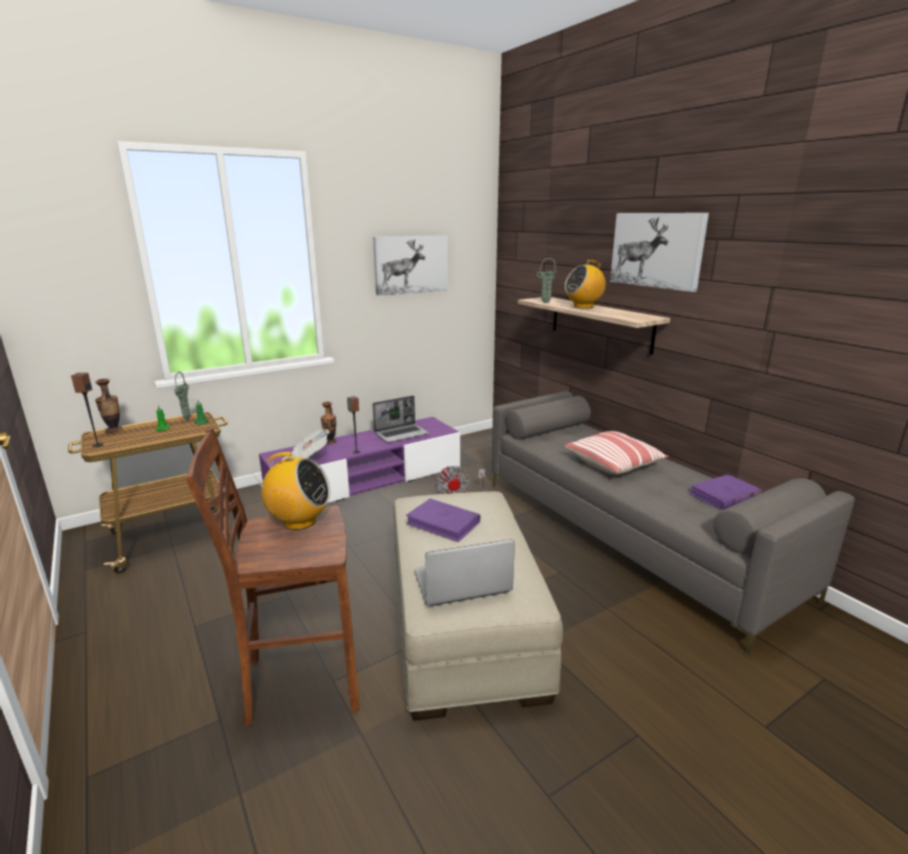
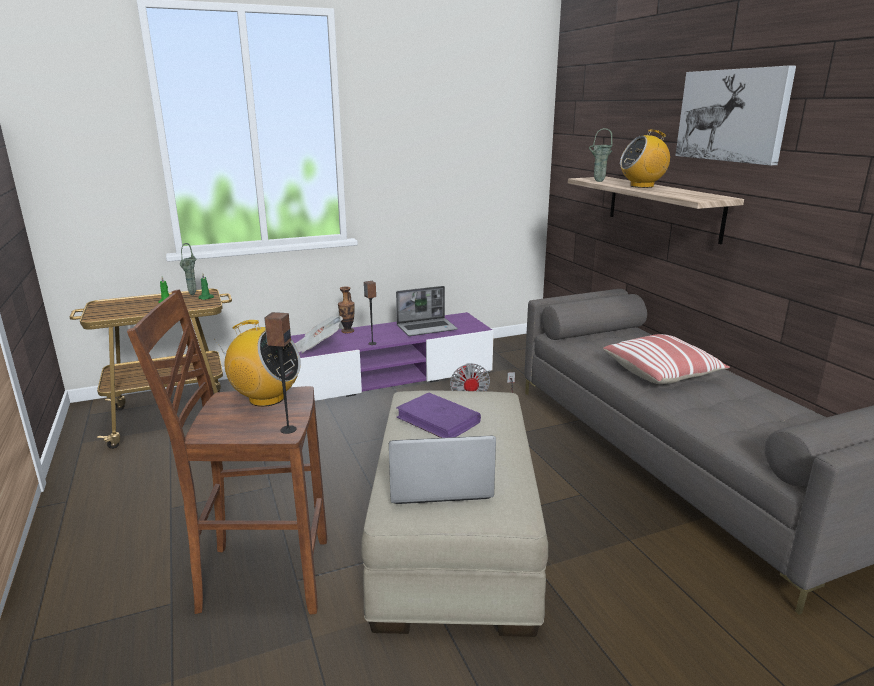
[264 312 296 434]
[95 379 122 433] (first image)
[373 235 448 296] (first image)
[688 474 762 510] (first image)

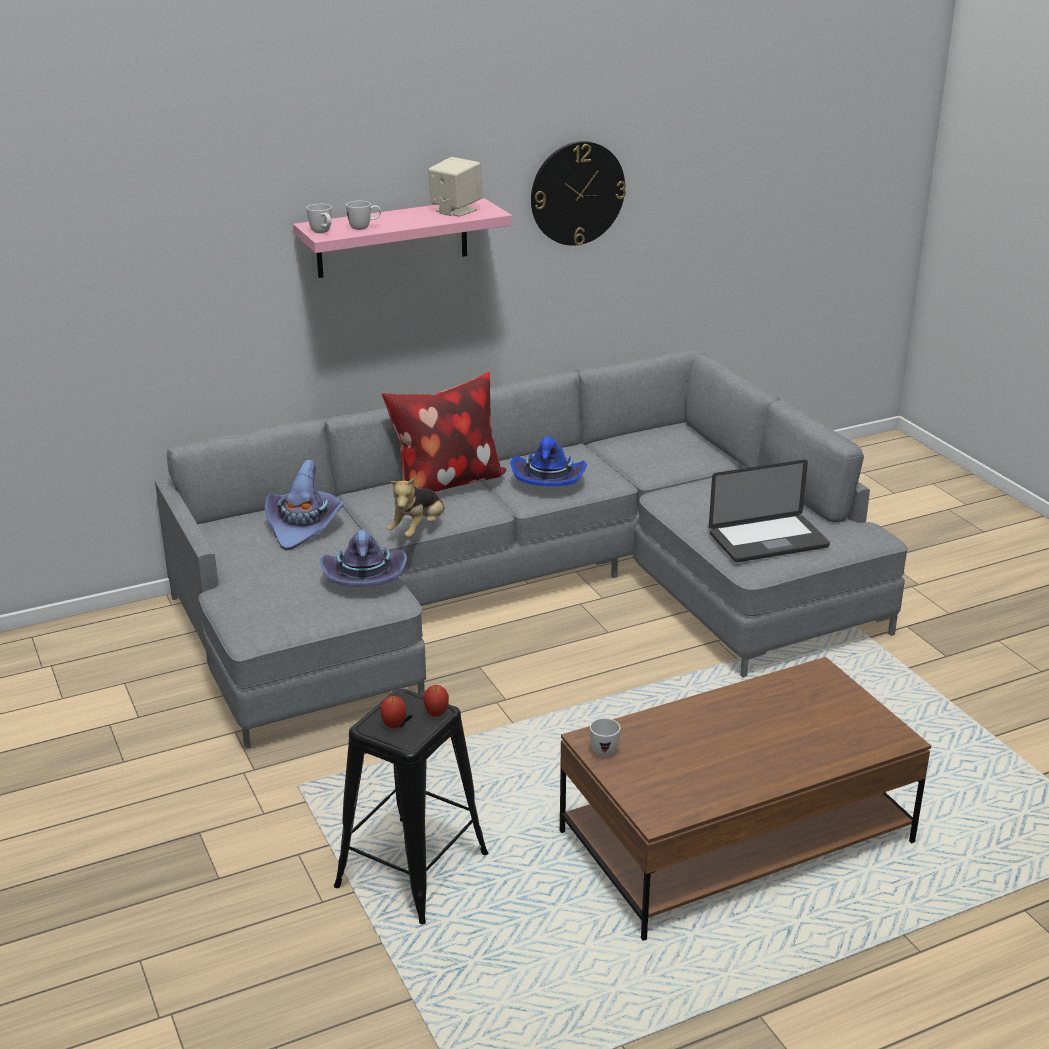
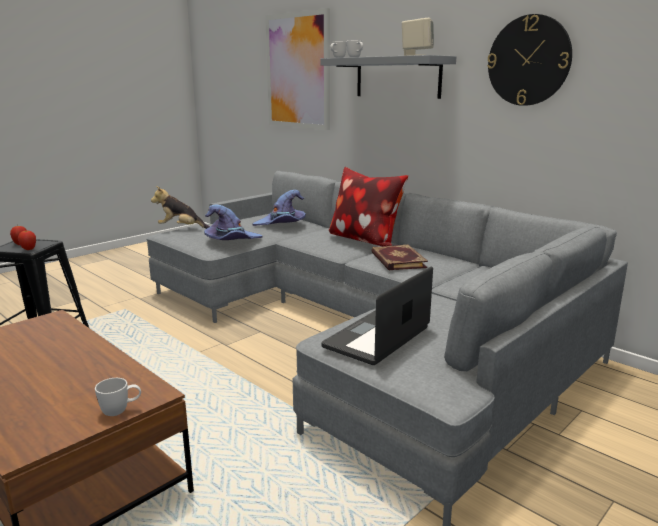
[95 378 141 416]
[151 186 210 229]
[265 8 330 130]
[321 55 456 99]
[321 266 433 365]
[371 245 428 271]

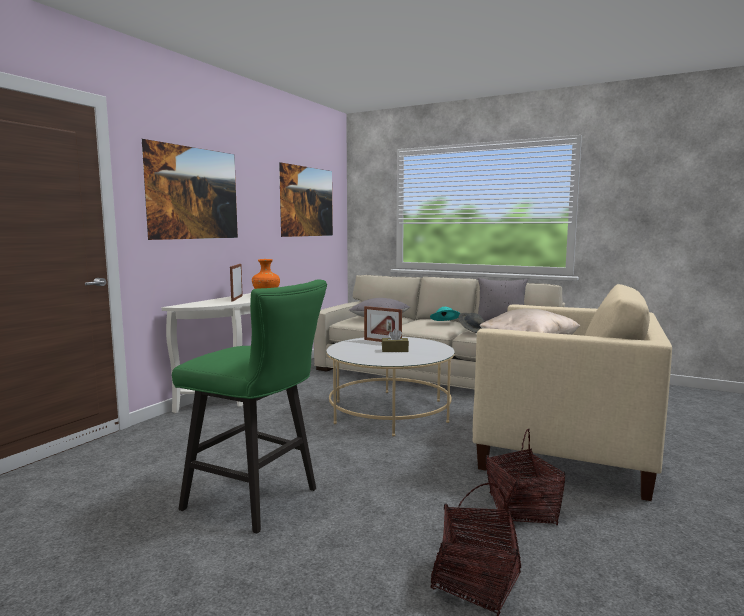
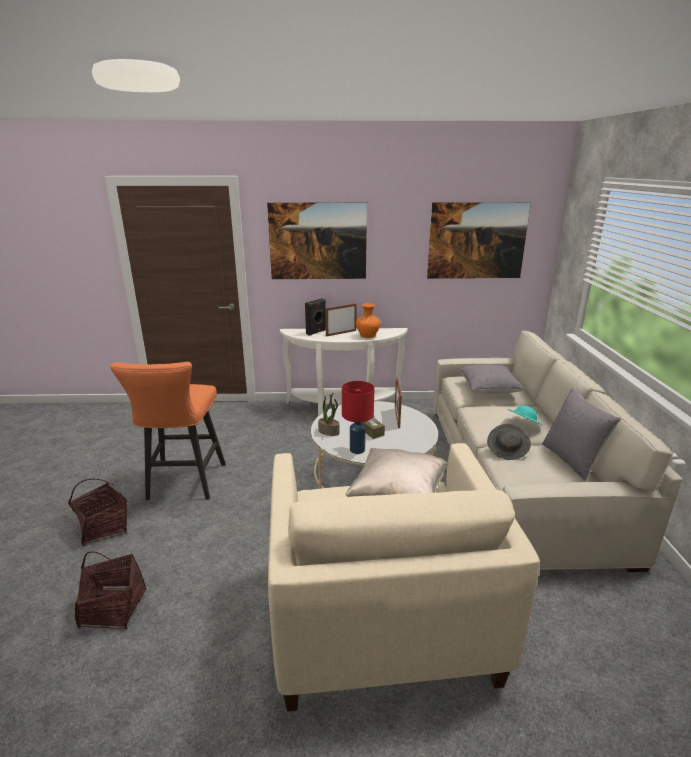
[68 479 127 546]
[110 362 226 500]
[305 298 326 336]
[318 393 340 436]
[342 381 374 454]

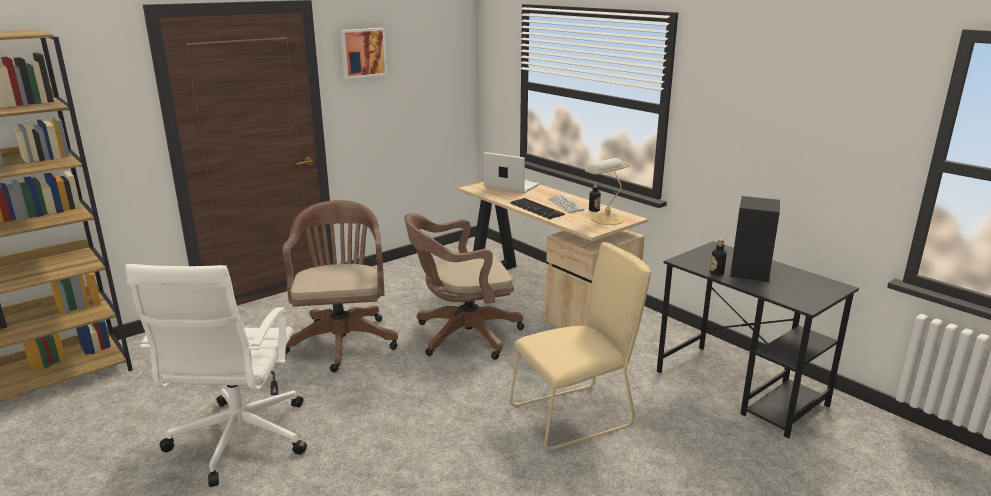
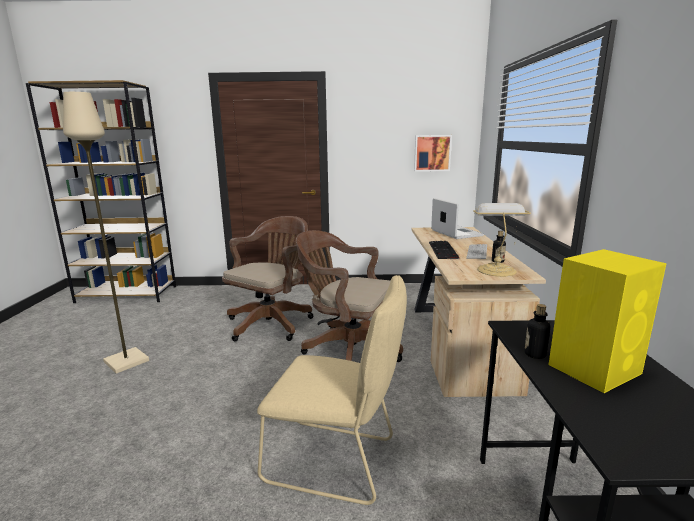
[63 92 149 374]
[414 135 452 172]
[548 249 667 393]

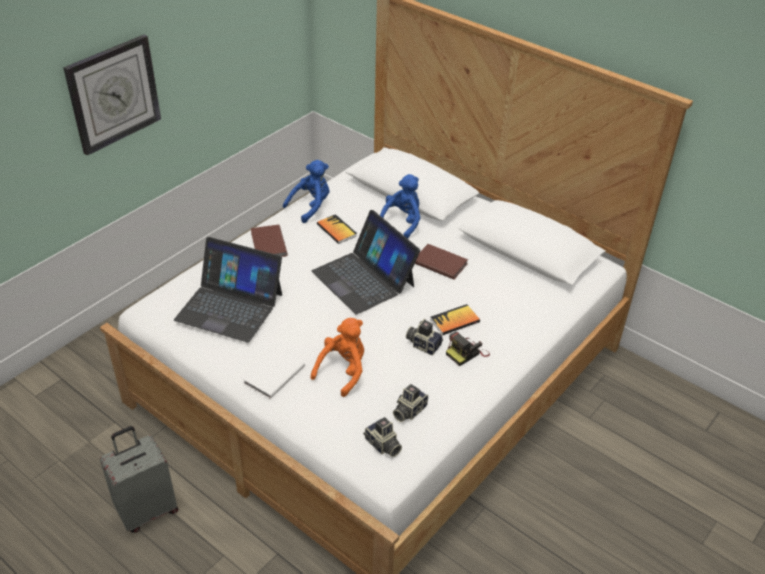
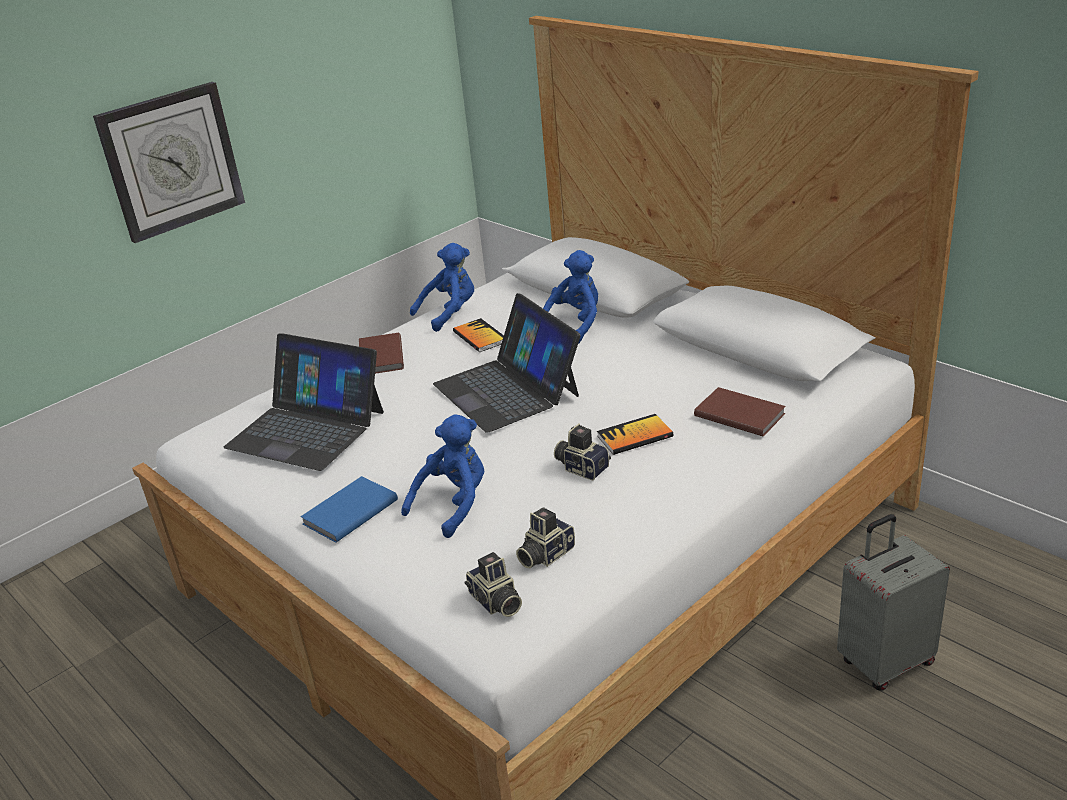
[300 476 398 543]
[401 414 484 538]
[694 387 786 437]
[837 514 950 690]
[446 332 490 366] (first image)

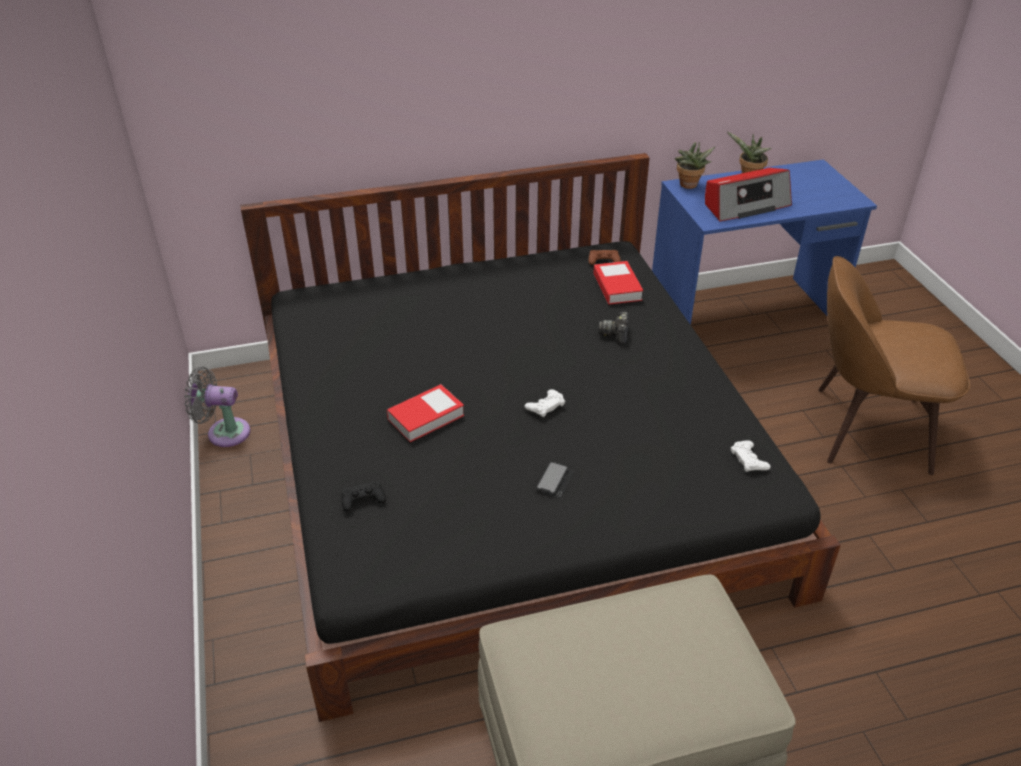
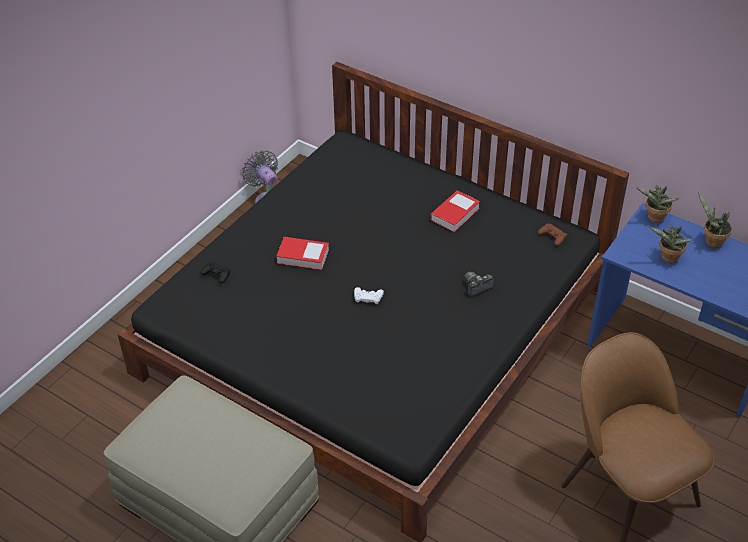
[431 190 480 232]
[650 224 694 263]
[536 462 574 498] (first image)
[731 440 770 472] (first image)

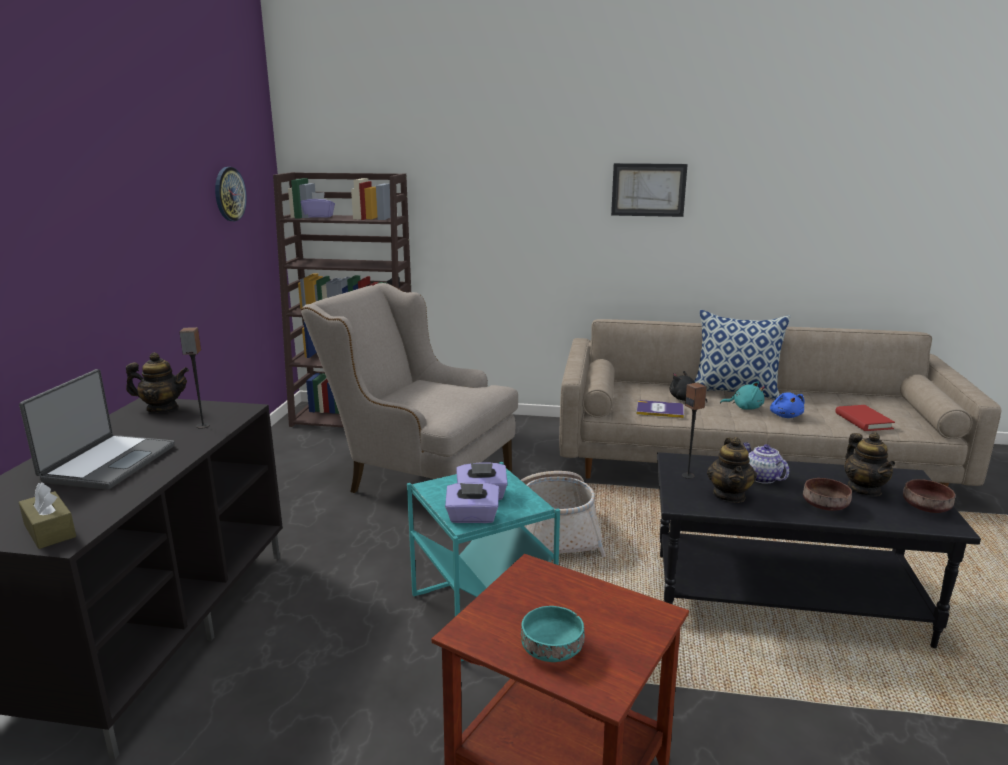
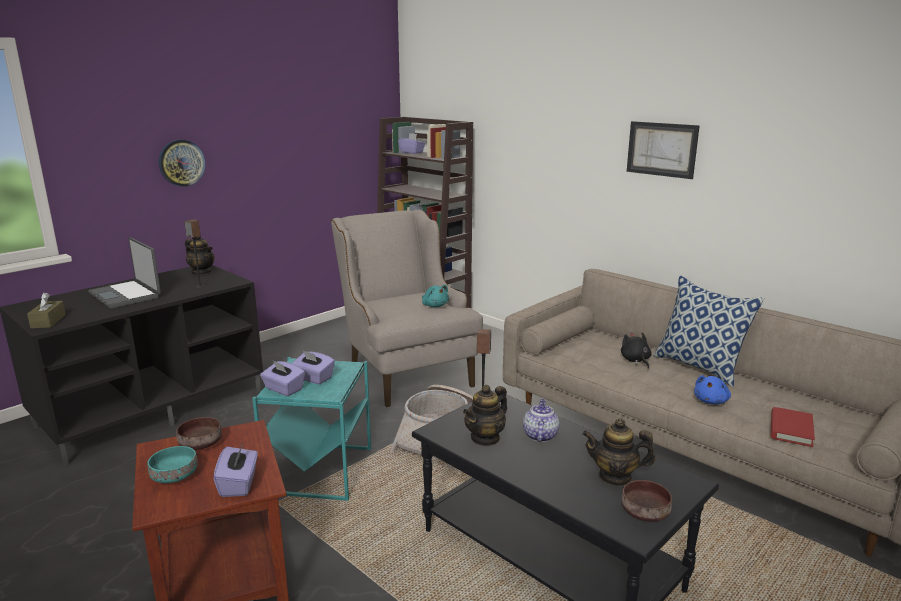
[88 237 161 309]
[159 139 206 187]
[176 417 222 450]
[213 444 258 497]
[422 285 449 307]
[582 419 655 486]
[637 400 684 418] (first image)

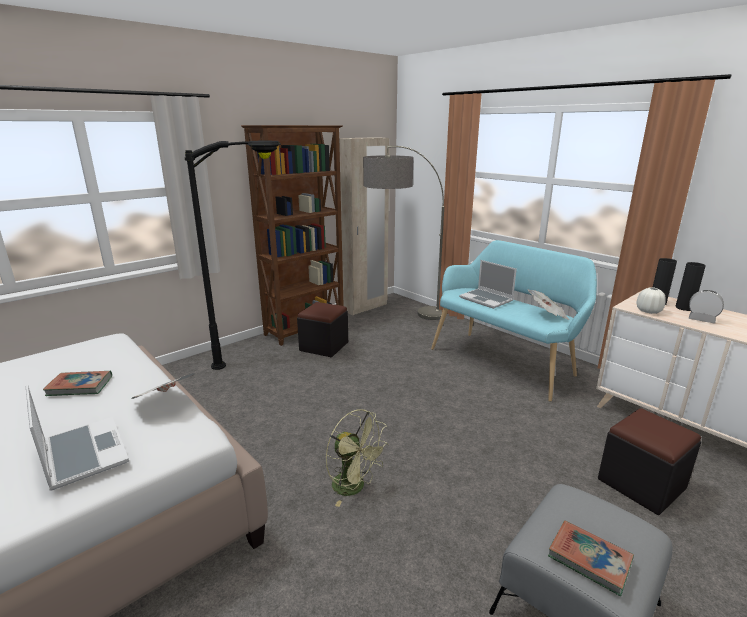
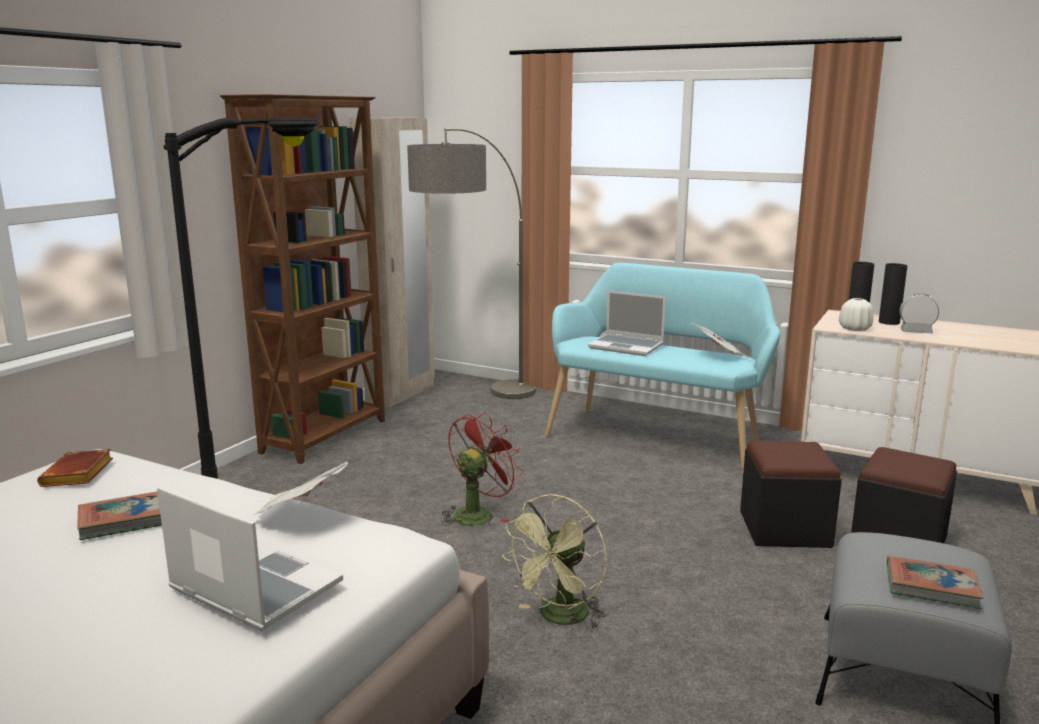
[37 449 113 487]
[442 412 524 526]
[501 494 607 629]
[740 441 842 548]

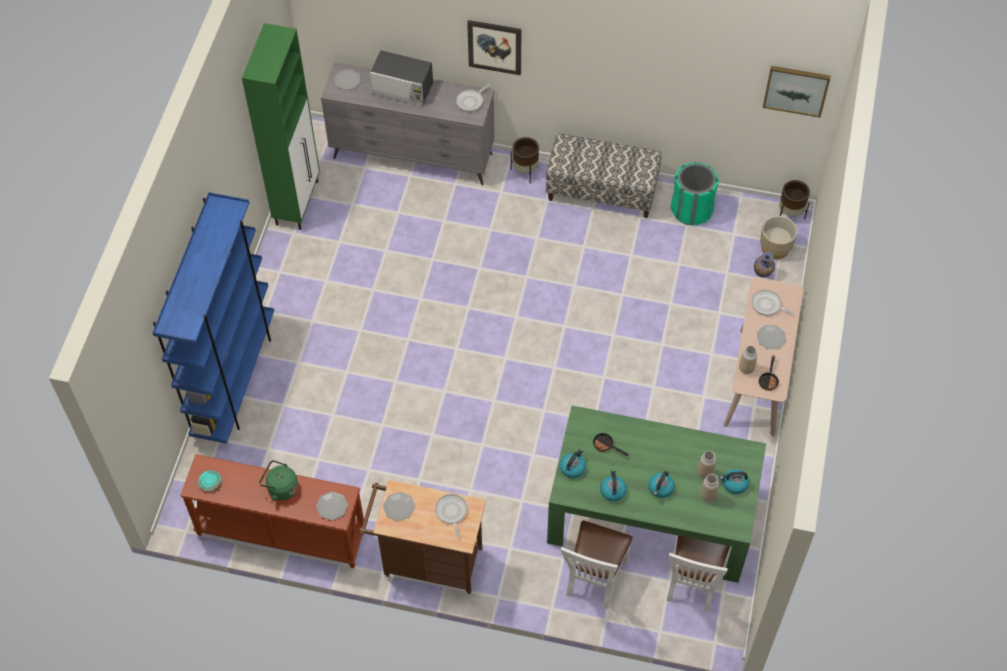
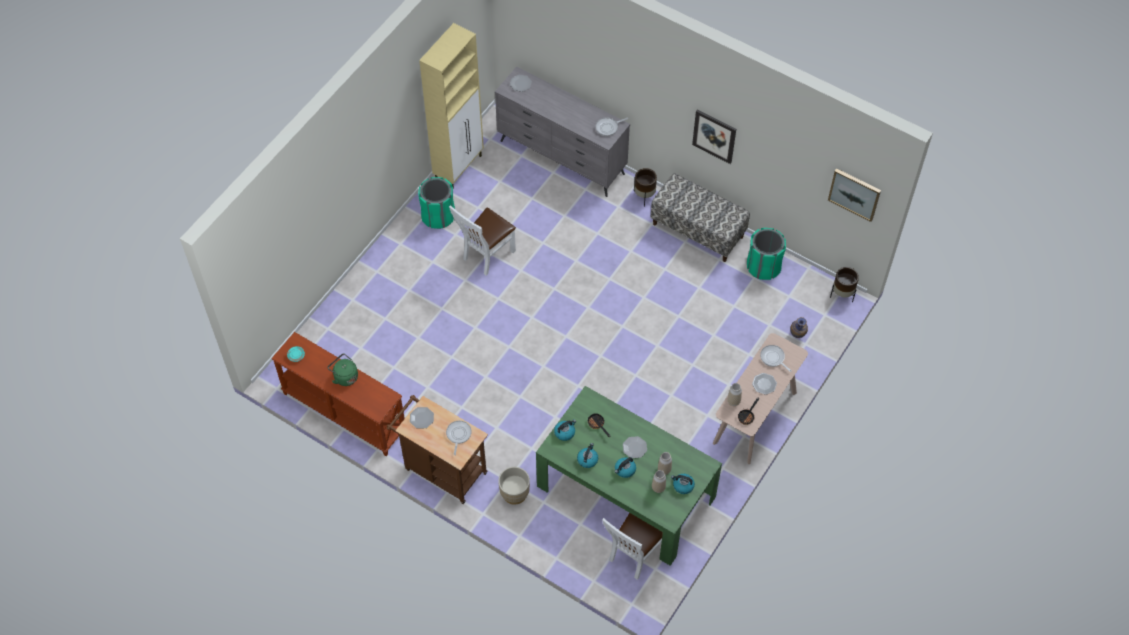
[418 177 455 229]
[419 23 484 189]
[449 205 516 276]
[498 467 530 505]
[623 436 647 458]
[692 110 736 164]
[152 192 274 444] (first image)
[370 50 433 106] (first image)

